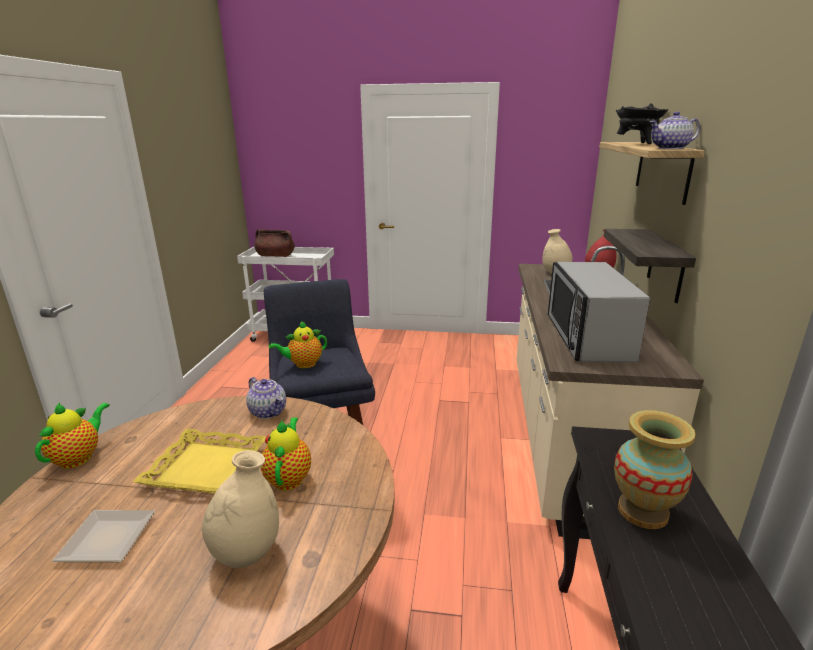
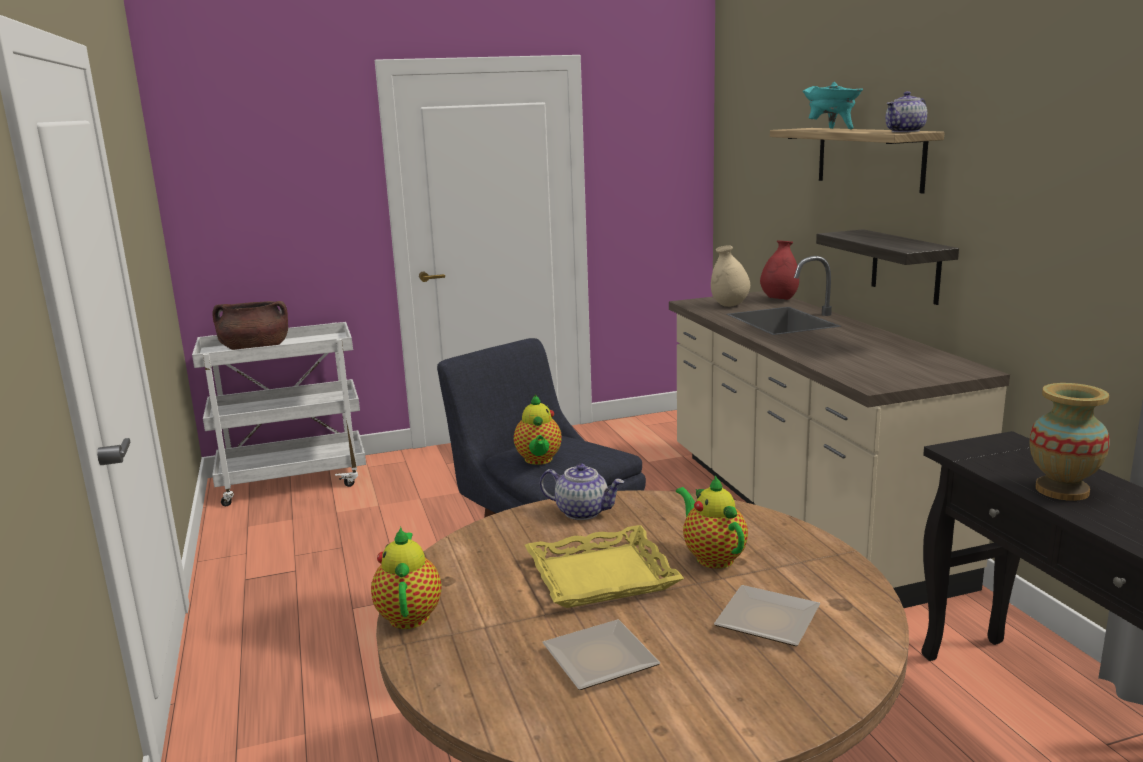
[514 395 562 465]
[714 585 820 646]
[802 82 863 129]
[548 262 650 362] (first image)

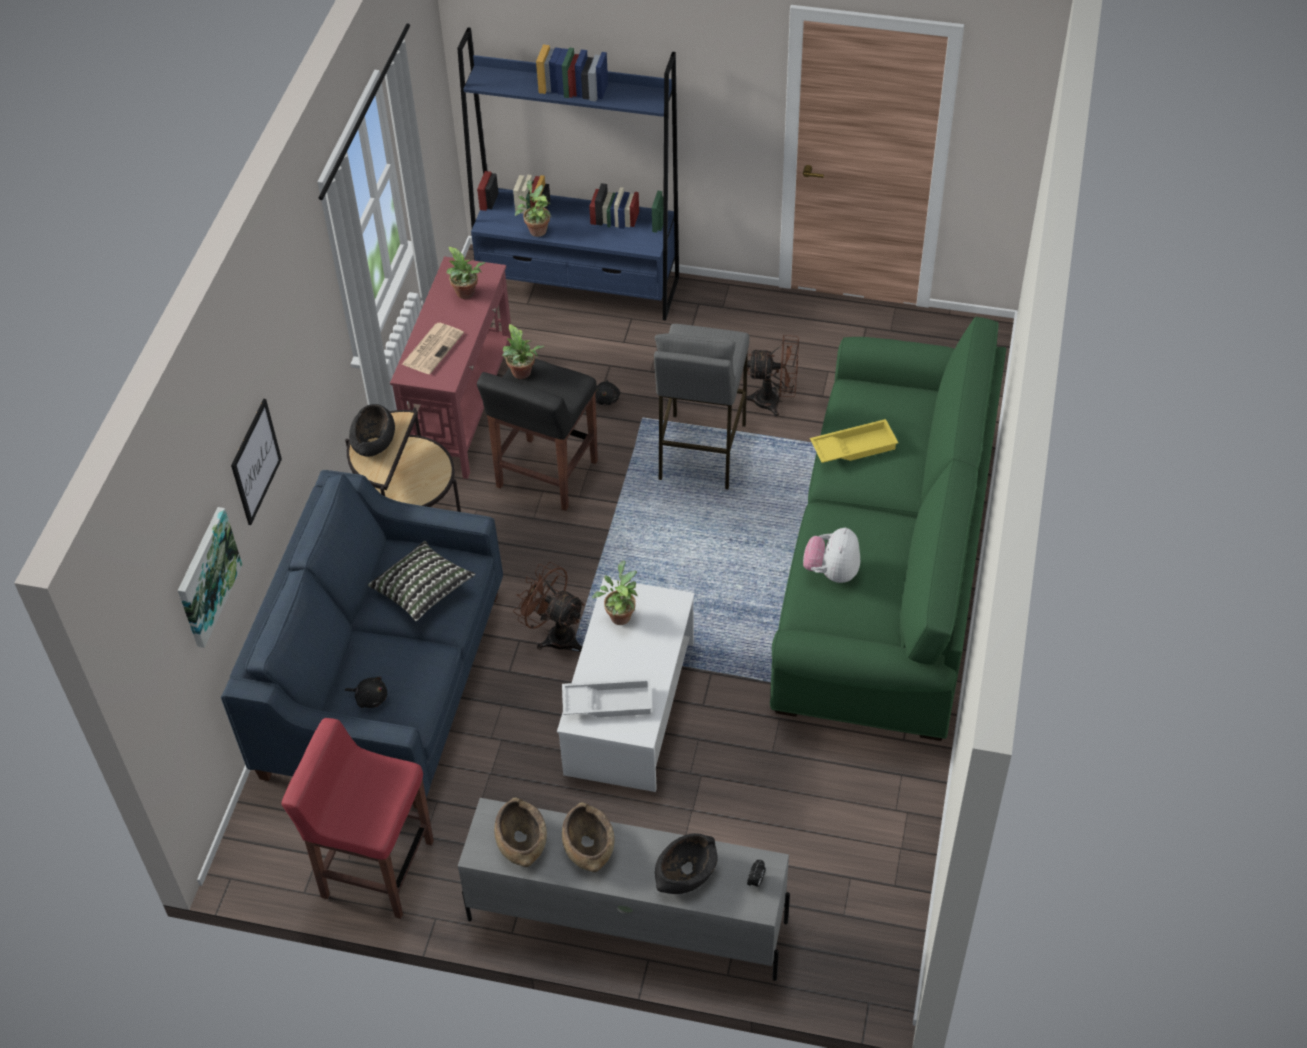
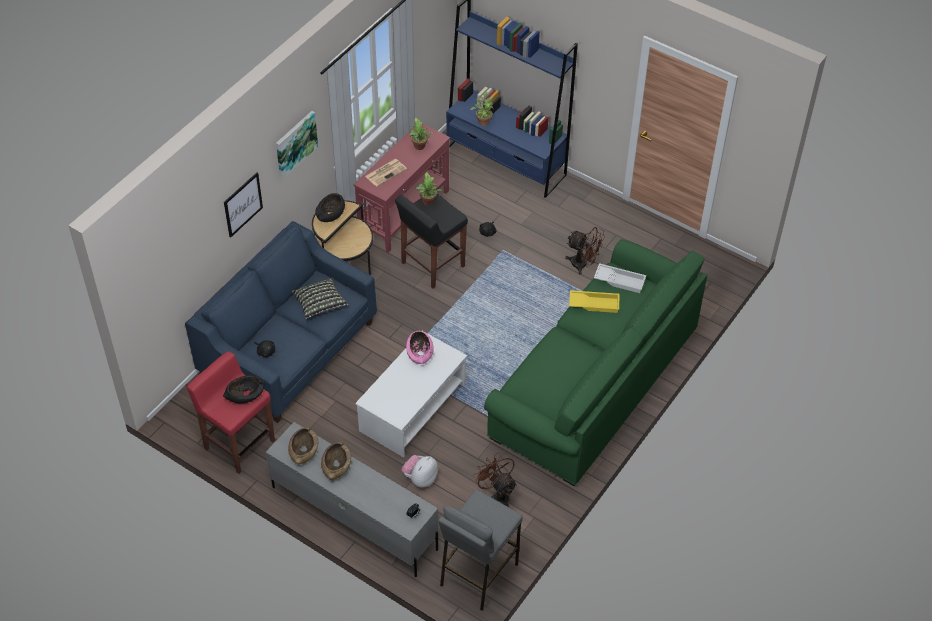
[223 375 265 404]
[276 111 318 179]
[402 455 438 488]
[406 331 434 364]
[438 489 523 611]
[473 452 517 507]
[594 263 646 293]

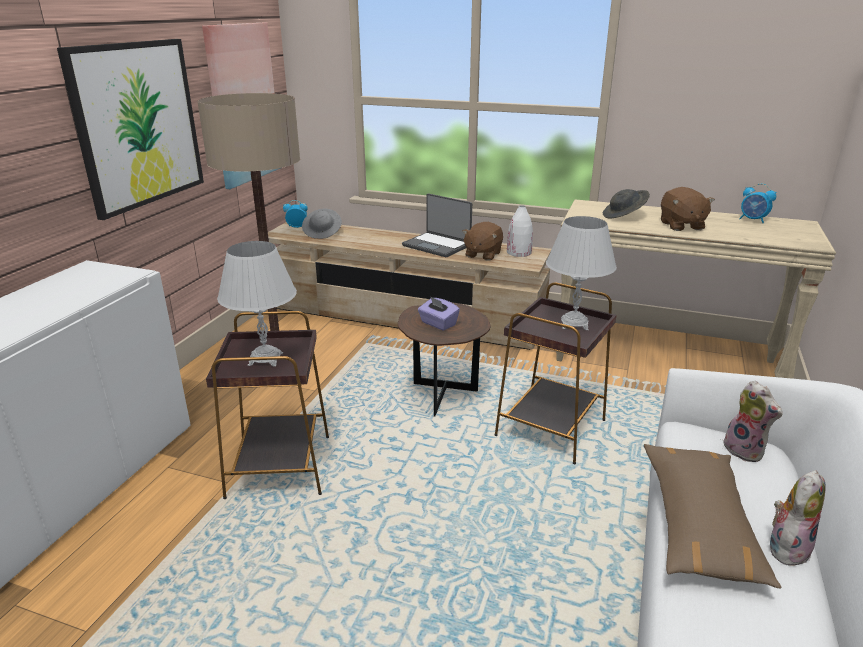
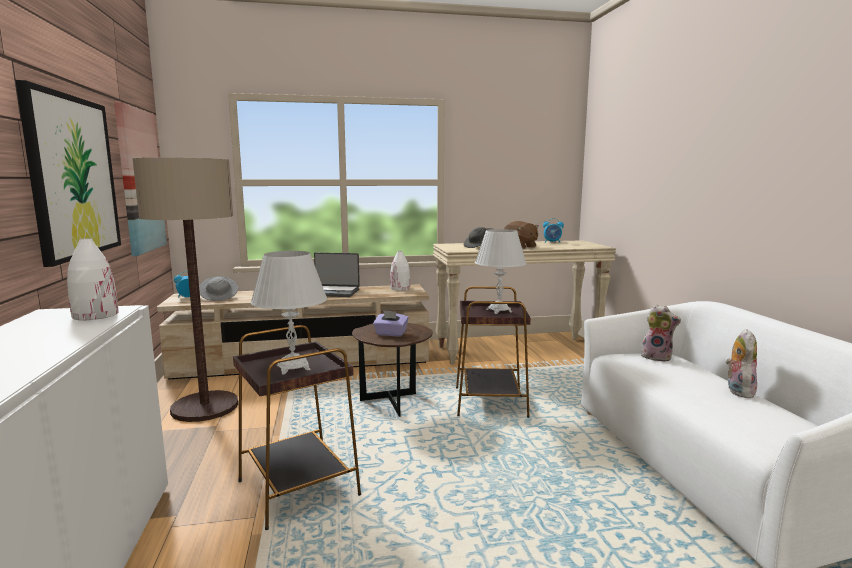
[67 238 119 320]
[462 222 503 261] (first image)
[644 444 781 589] (first image)

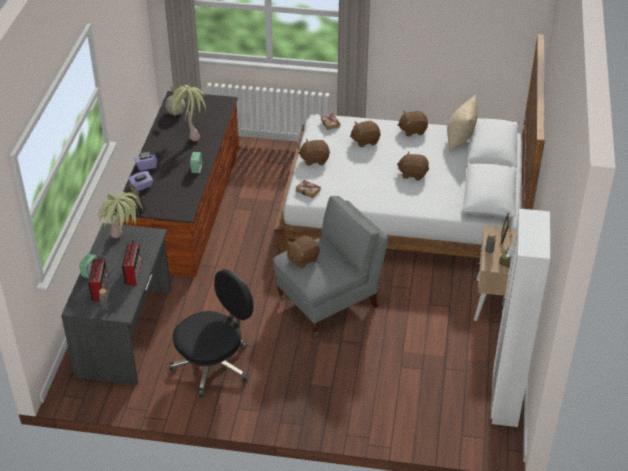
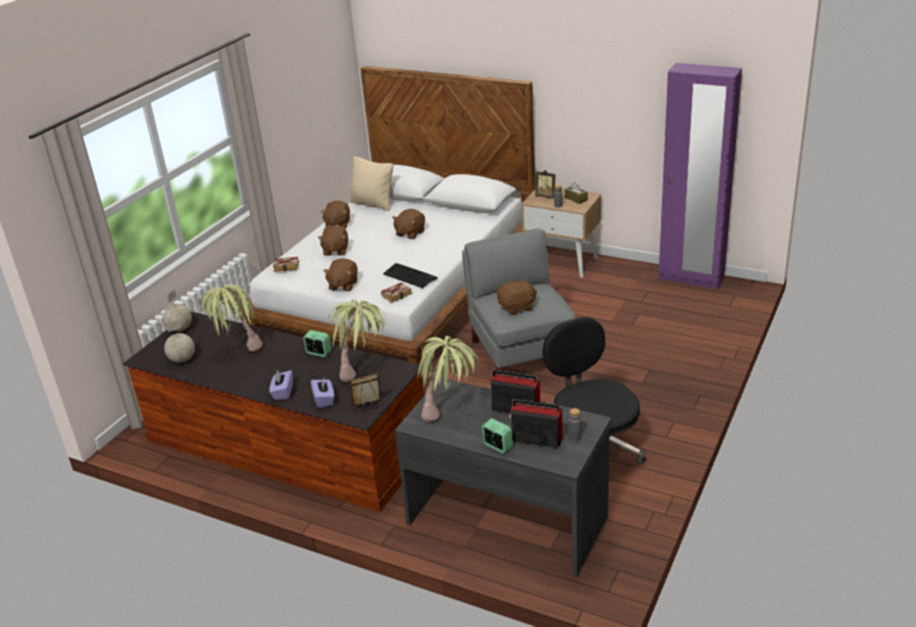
[163 289 192 332]
[329 300 387 382]
[383 263 438 288]
[497 278 537 315]
[659 63 742 289]

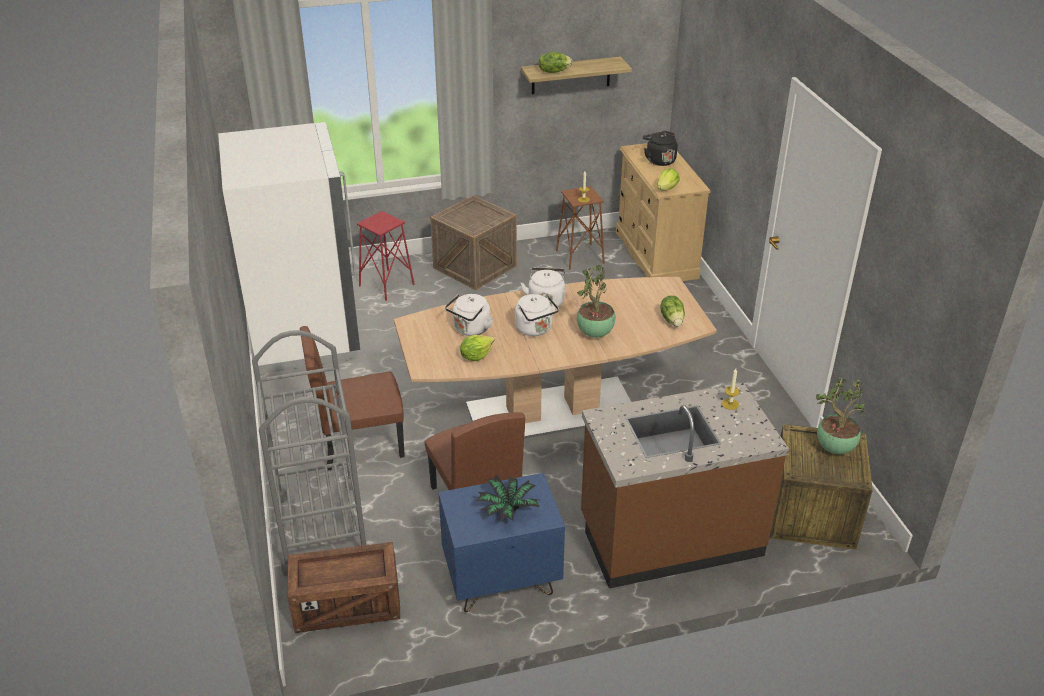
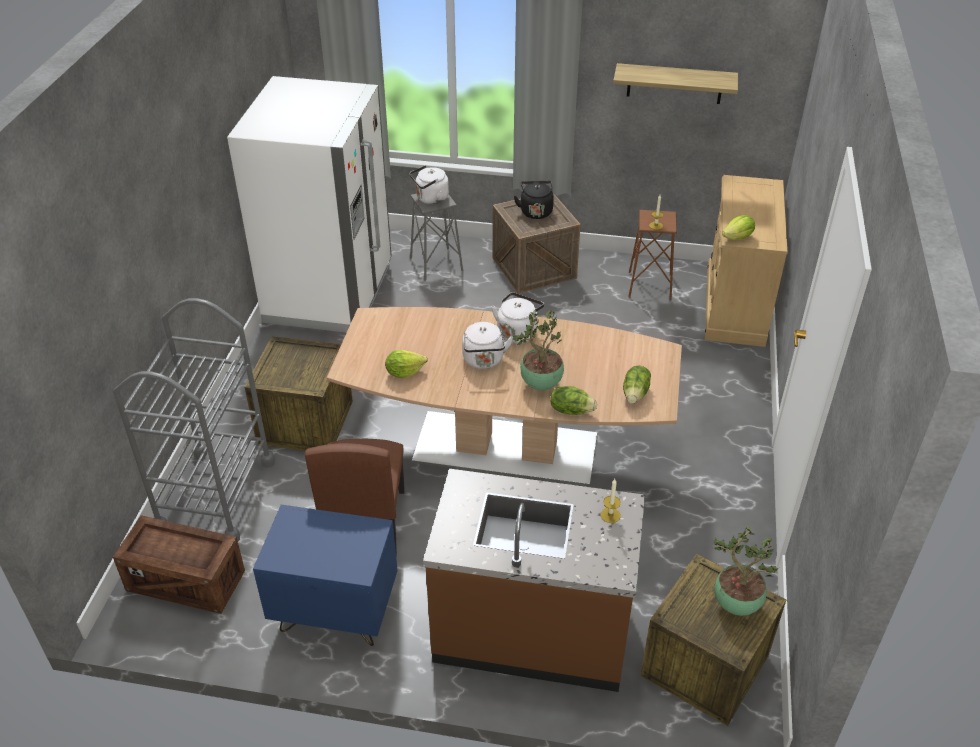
[245 336 353 451]
[409 165 449 204]
[410 194 463 281]
[514 181 554 219]
[550 386 597 415]
[477 475 540 521] (first image)

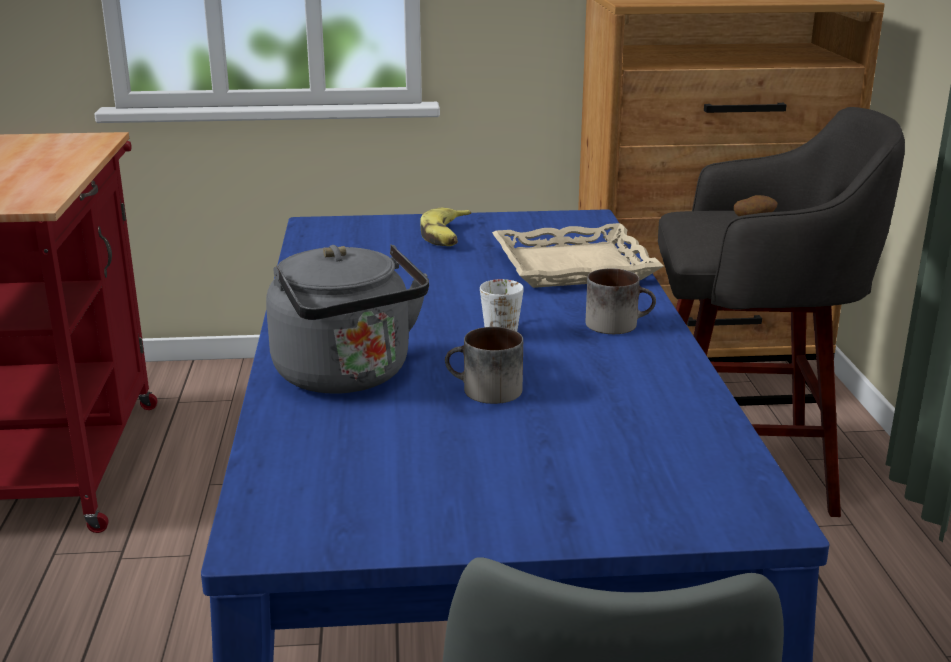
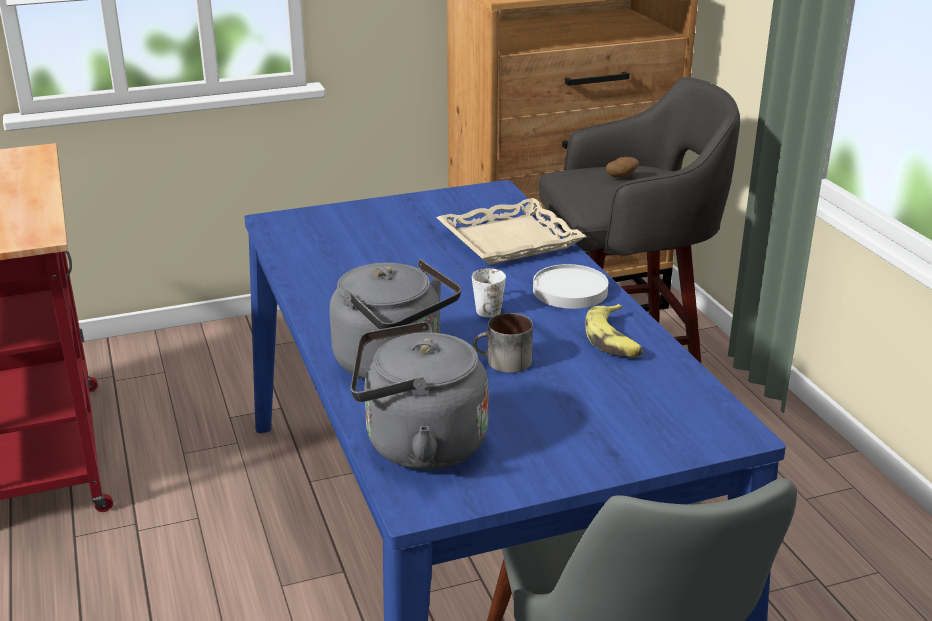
[351 321 489 470]
[533 264 608 309]
[585 304 643 357]

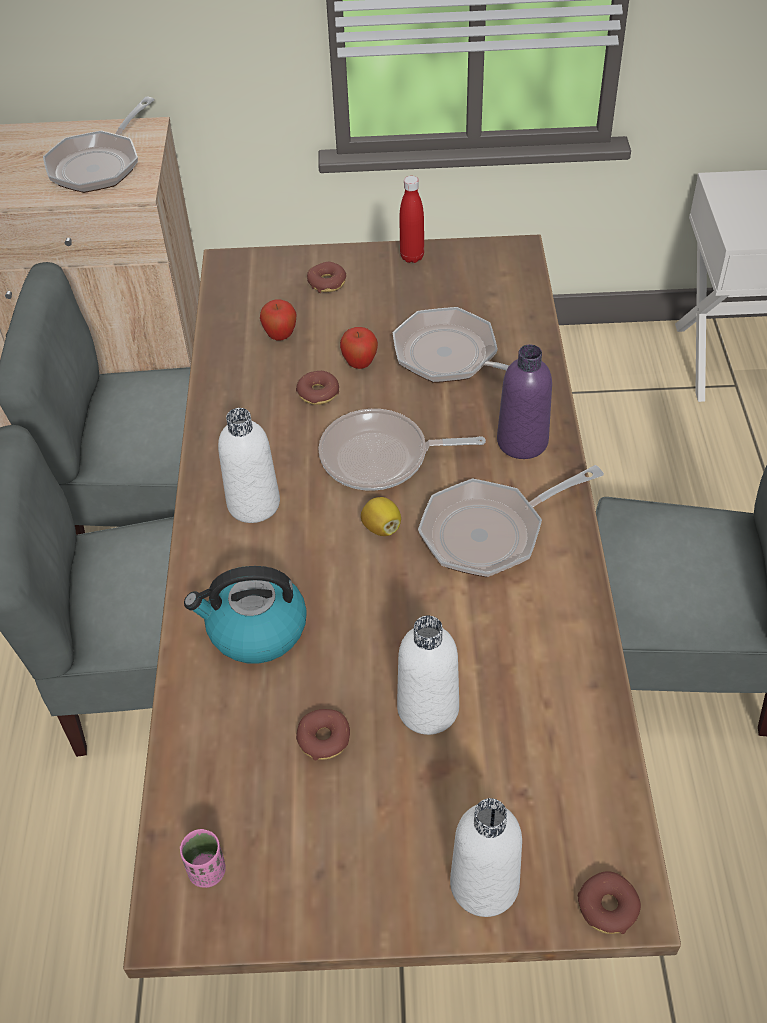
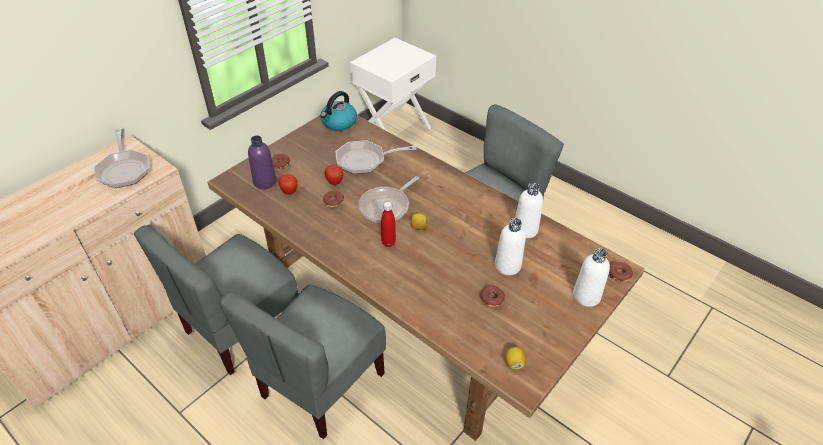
[248 136 277 189]
[321 91 357 131]
[381 202 396 247]
[505 347 526 370]
[515 183 543 238]
[418 465 604 577] (first image)

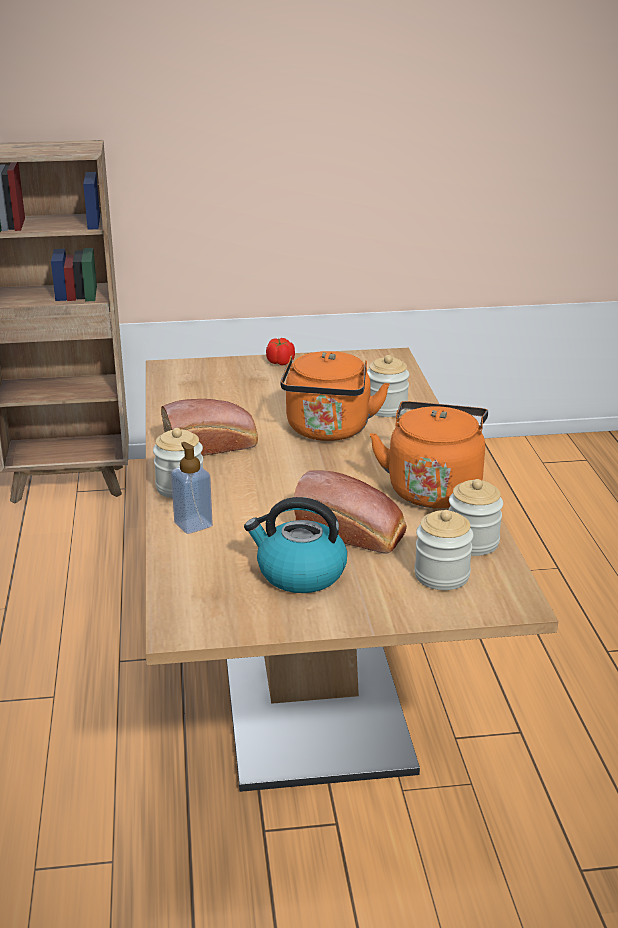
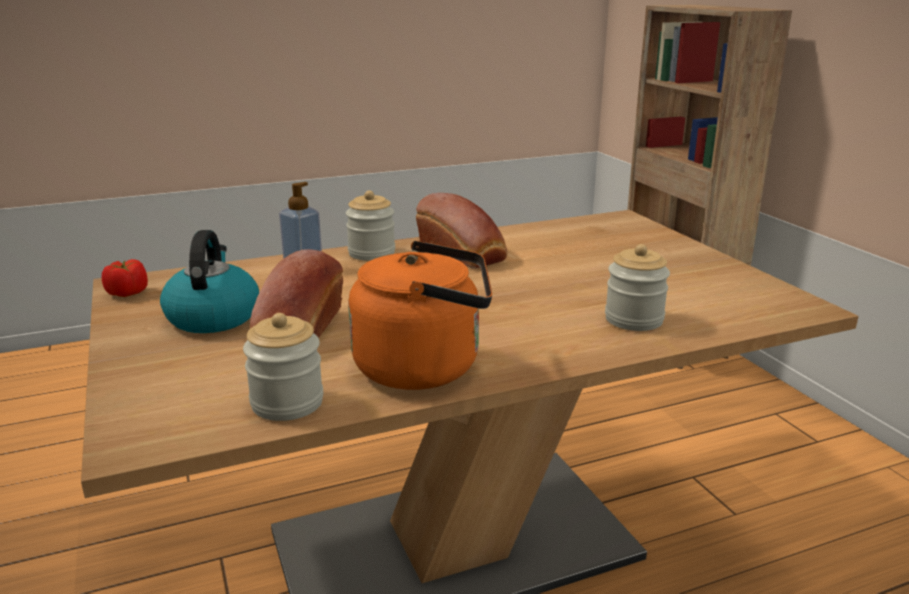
[102 259 148 297]
[280 351 390 441] (first image)
[414 510 473 590] (first image)

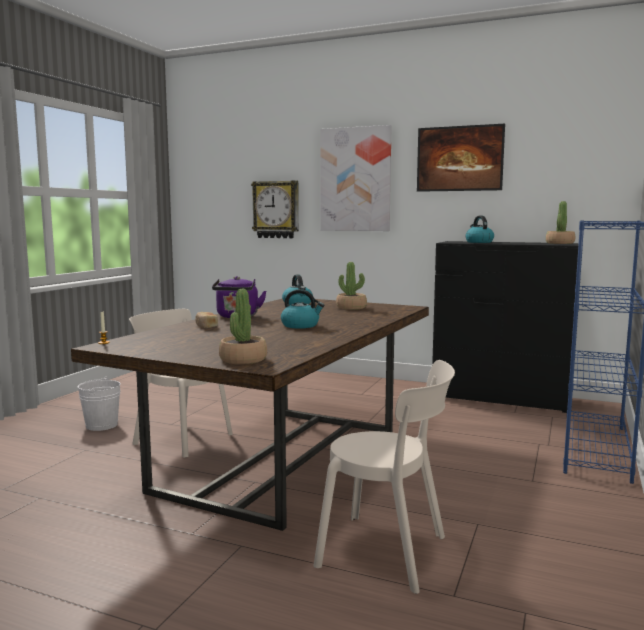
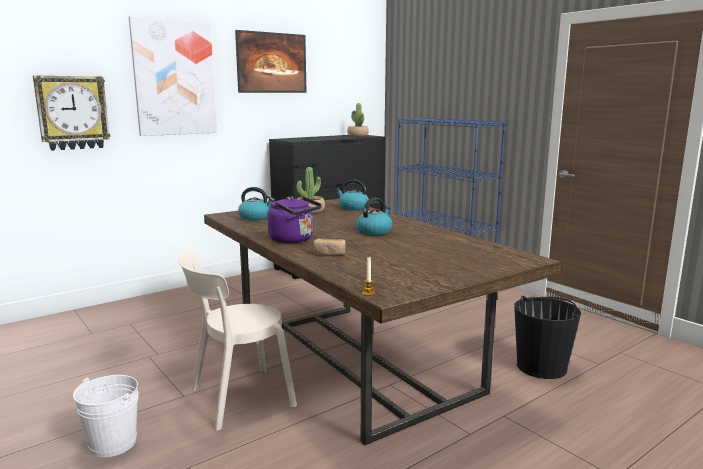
[335 179 369 210]
[514 296 581 379]
[219 289 267 364] (first image)

